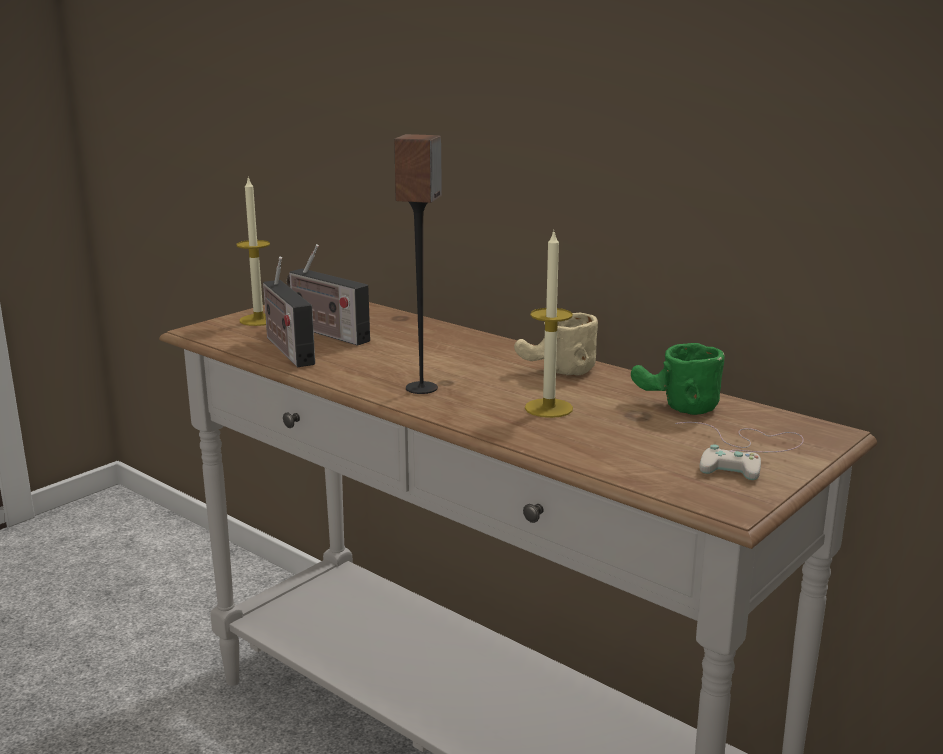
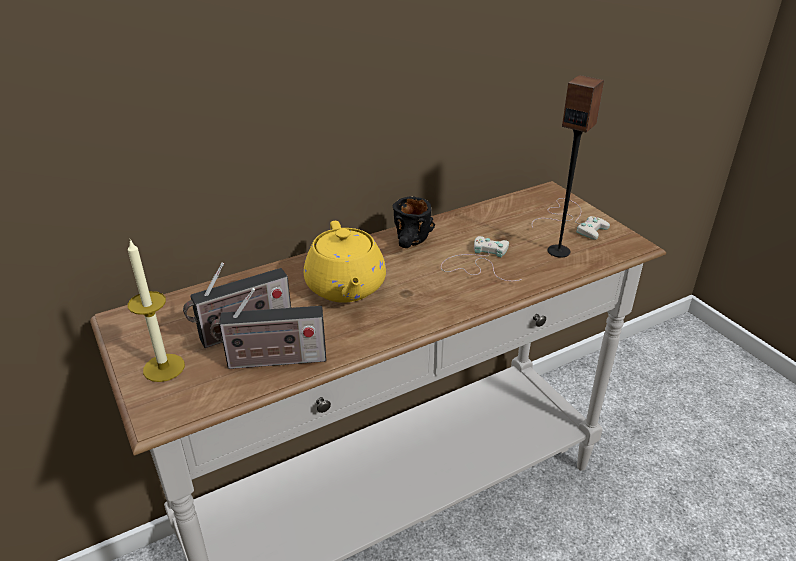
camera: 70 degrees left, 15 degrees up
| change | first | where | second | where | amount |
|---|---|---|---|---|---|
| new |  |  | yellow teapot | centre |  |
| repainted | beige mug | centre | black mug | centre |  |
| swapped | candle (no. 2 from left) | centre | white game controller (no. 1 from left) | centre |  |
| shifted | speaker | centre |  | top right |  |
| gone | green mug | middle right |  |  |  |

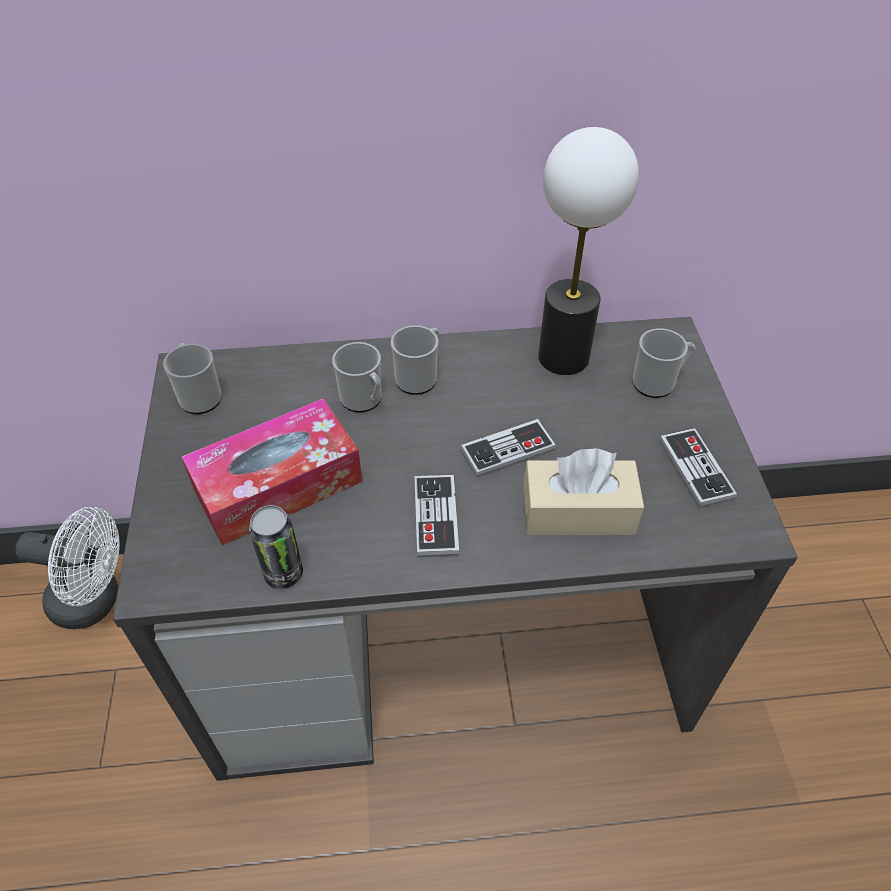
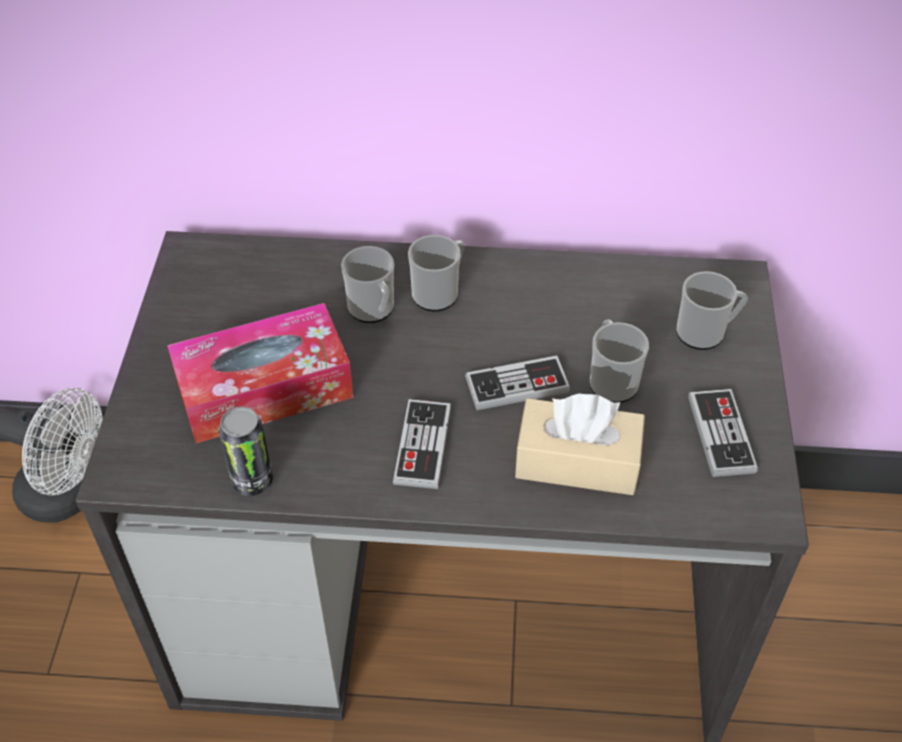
camera: 10 degrees right, 0 degrees up
| change | first | where | second | where | amount |
|---|---|---|---|---|---|
| shifted | mug (no. 1 from left in the first image) | middle left | mug (no. 3 from left) | middle right |  |
| gone | table lamp | top centre |  |  |  |

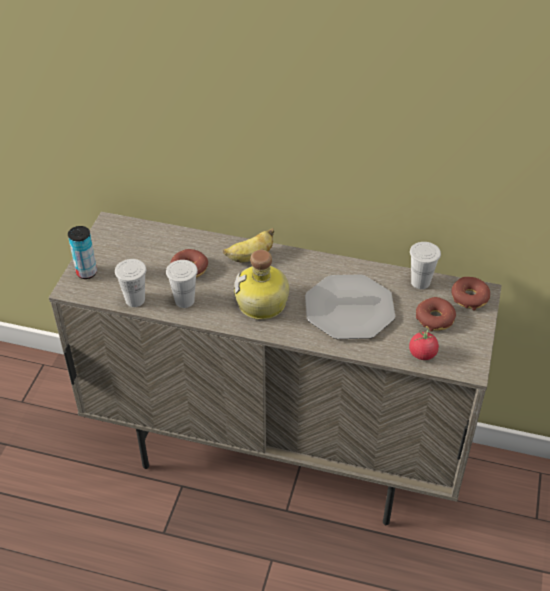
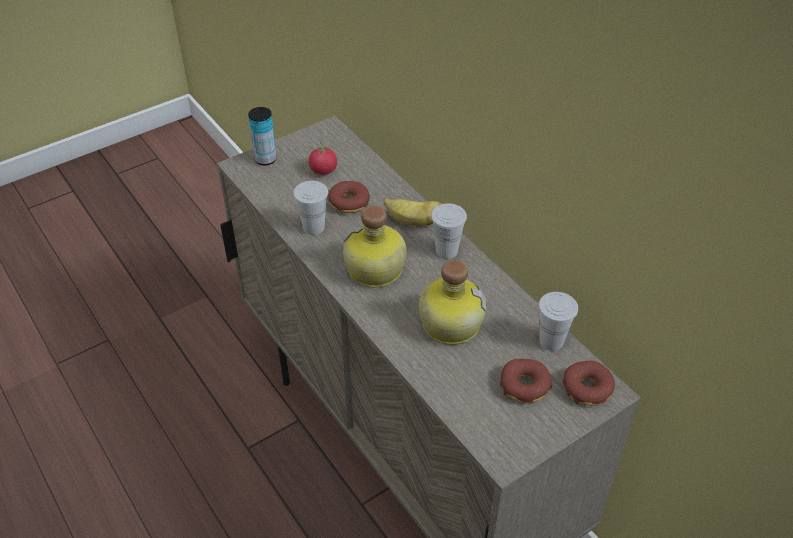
camera: 40 degrees right, 0 degrees up
| change | first | where | second | where | amount |
|---|---|---|---|---|---|
| shifted | tomato | middle right |  | top centre |  |
| swapped | plate | centre | bottle (no. 2 from left) | centre |  |
| shifted | white cup (no. 1 from left in the first image) | middle left | white cup (no. 2 from left) | centre |  |

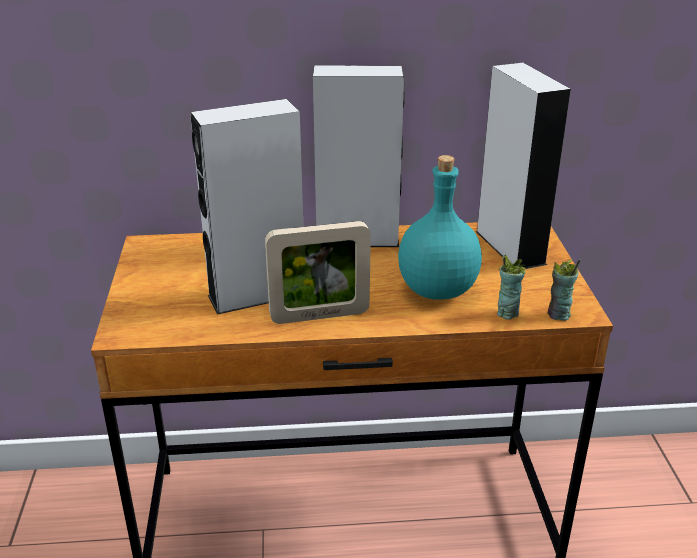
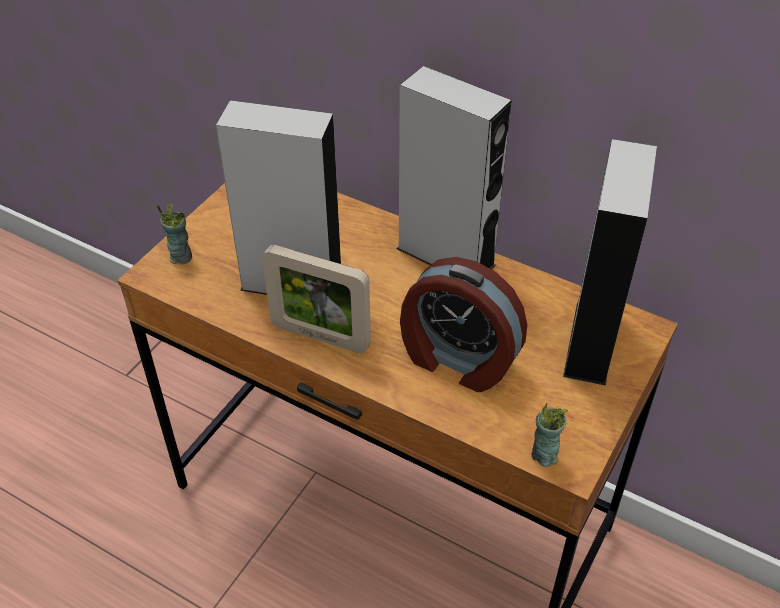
camera: 35 degrees right, 15 degrees up
| change | first | where | second | where | amount |
|---|---|---|---|---|---|
| shifted | cup (no. 1 from left) | middle right |  | middle left |  |
| swapped | turquoise bottle | centre | alarm clock | centre |  |

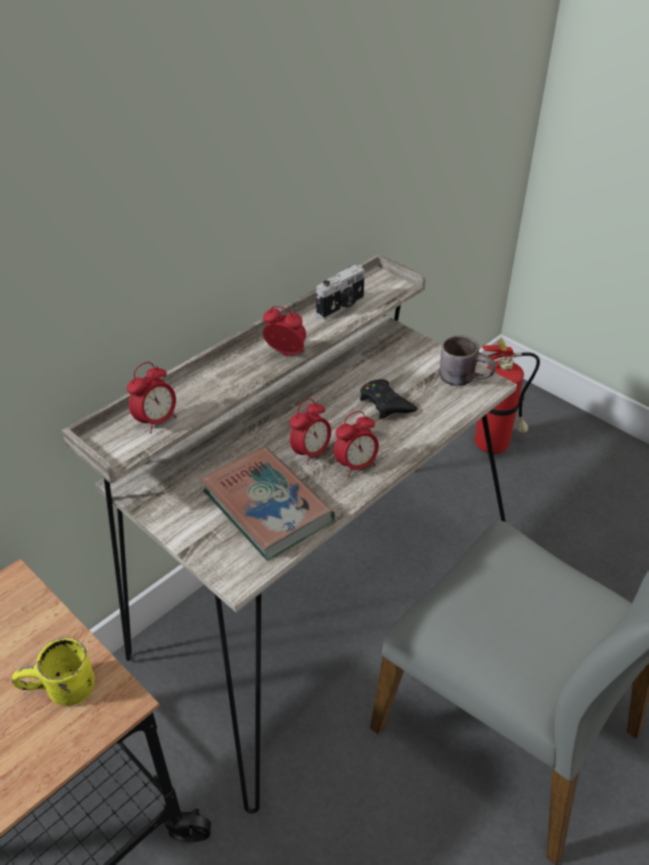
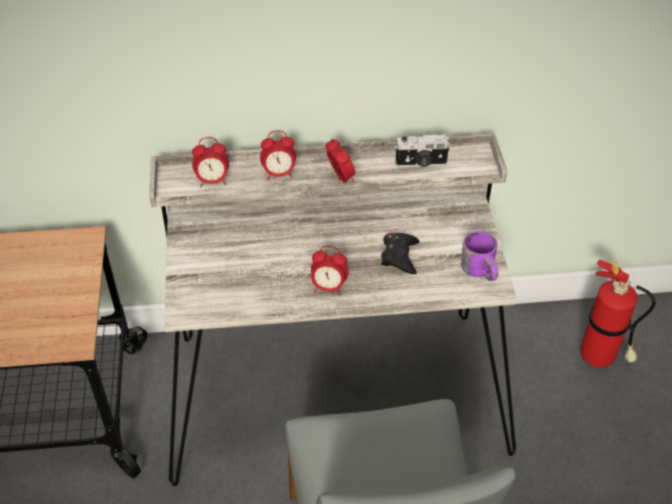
camera: 40 degrees right, 5 degrees up
| change | first | where | second | where | amount |
|---|---|---|---|---|---|
| shifted | alarm clock (no. 3 from left in the first image) | centre | alarm clock (no. 2 from left) | top centre |  |
| repainted | brown mug | middle right | purple mug | middle right |  |
| gone | yellow mug | bottom left |  |  |  |
| gone | book | centre |  |  |  |

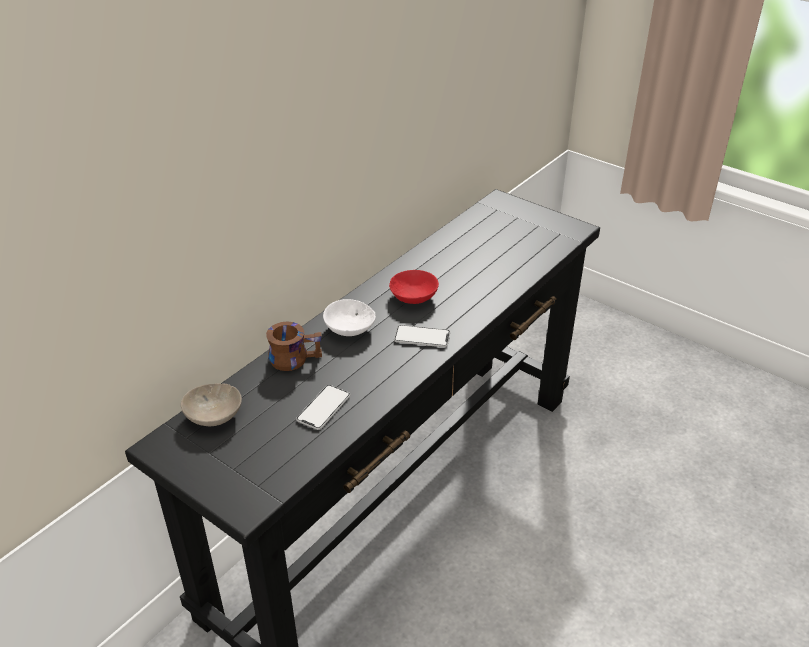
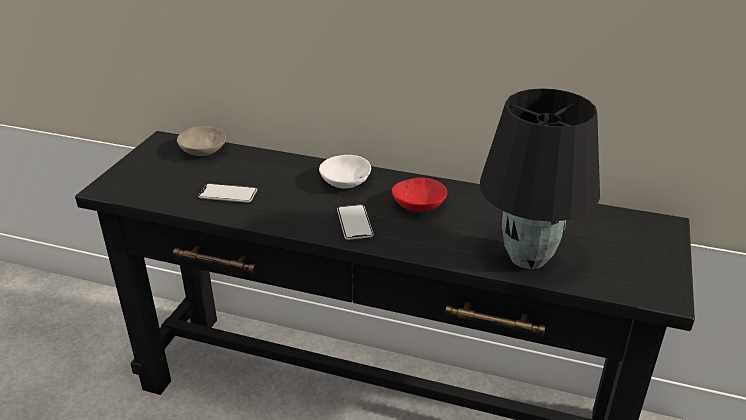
camera: 70 degrees right, 5 degrees down
| change | first | where | second | where | amount |
|---|---|---|---|---|---|
| new |  |  | black table lamp | middle right |  |
| gone | brown mug | centre |  |  |  |

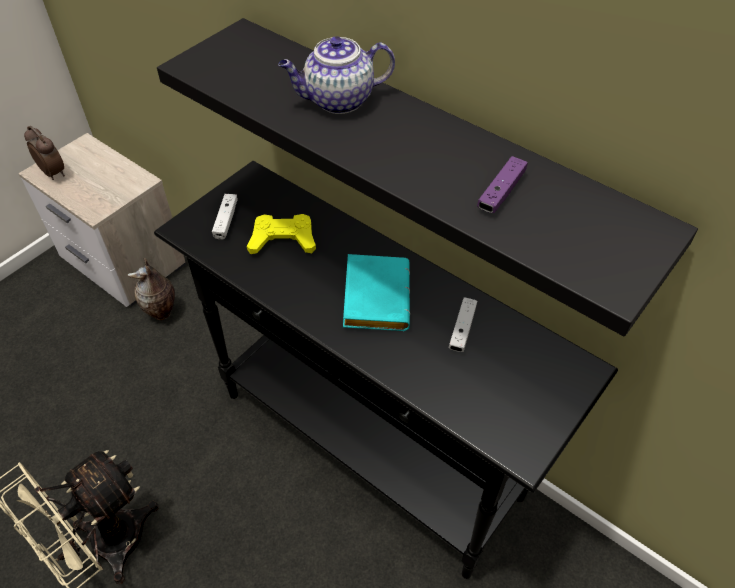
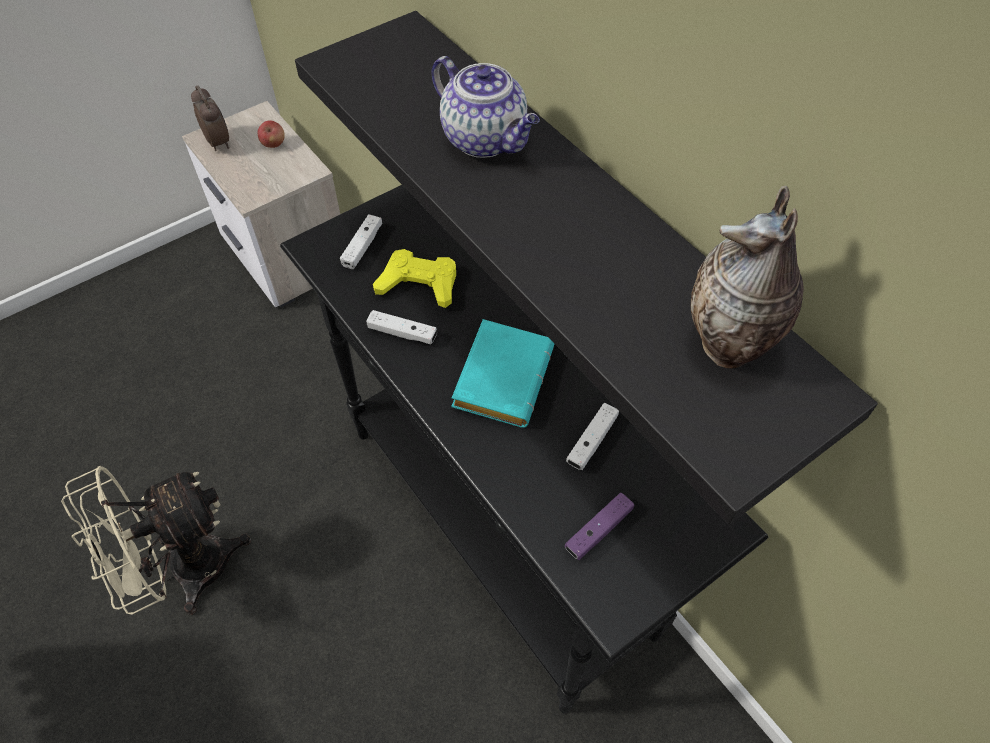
camera: 15 degrees right, 5 degrees up
| change | first | where | second | where | amount |
|---|---|---|---|---|---|
| new |  |  | apple | top left |  |
| new |  |  | white game controller (no. 2 from left) | centre |  |
| rotated | teapot | top centre |  | top centre | 135 degrees counterclockwise |
| shifted | purple game controller | top right |  | bottom centre |  |
| shifted | vase | middle left |  | middle right |  |

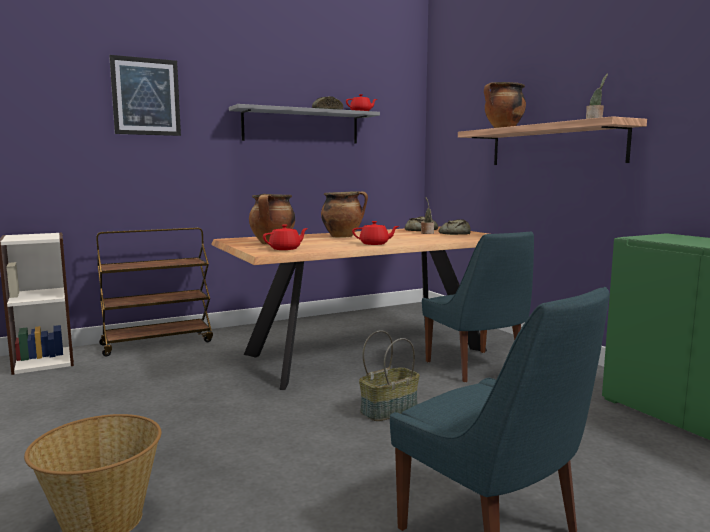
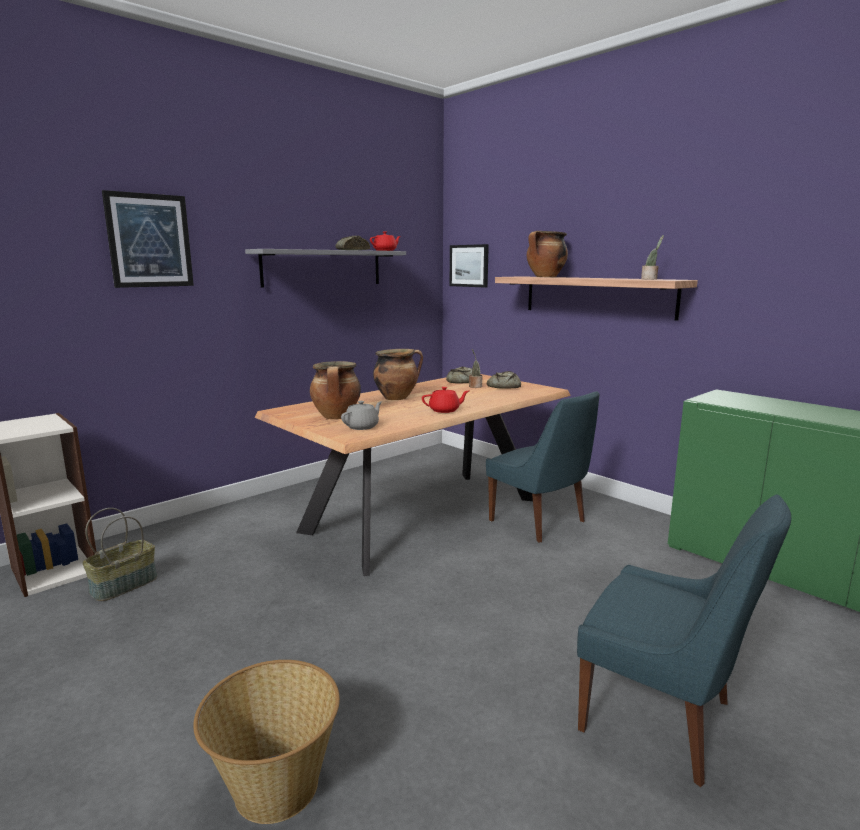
camera: 15 degrees left, 5 degrees up
| change | first | where | second | where | amount |
|---|---|---|---|---|---|
| shifted | basket (no. 2 from left in the first image) | bottom centre | basket (no. 1 from left) | bottom left |  |
| repainted | red teapot (no. 1 from left) | centre | grey teapot | centre |  |
| new |  |  | picture (no. 2 from left) | top centre |  |
| gone | brown cart | middle left |  |  |  |

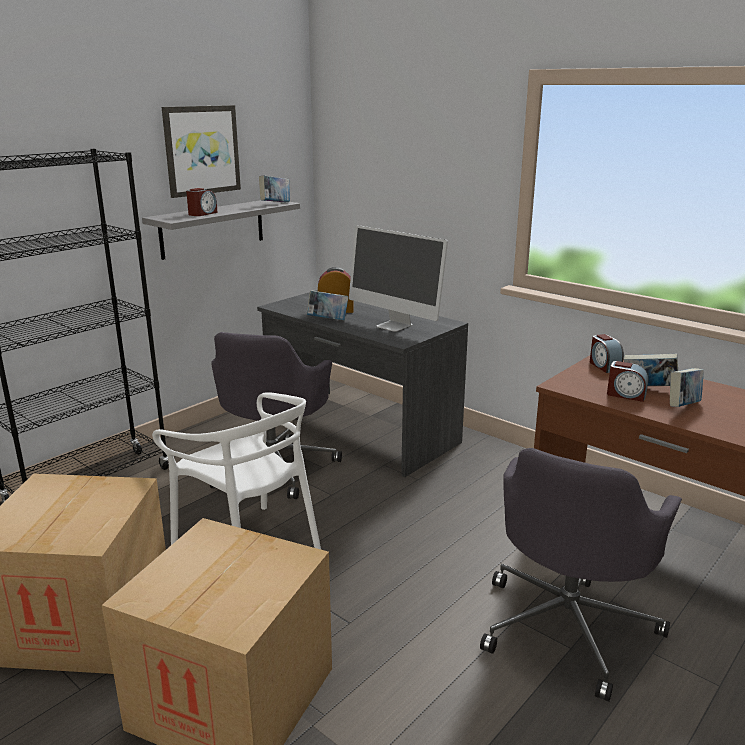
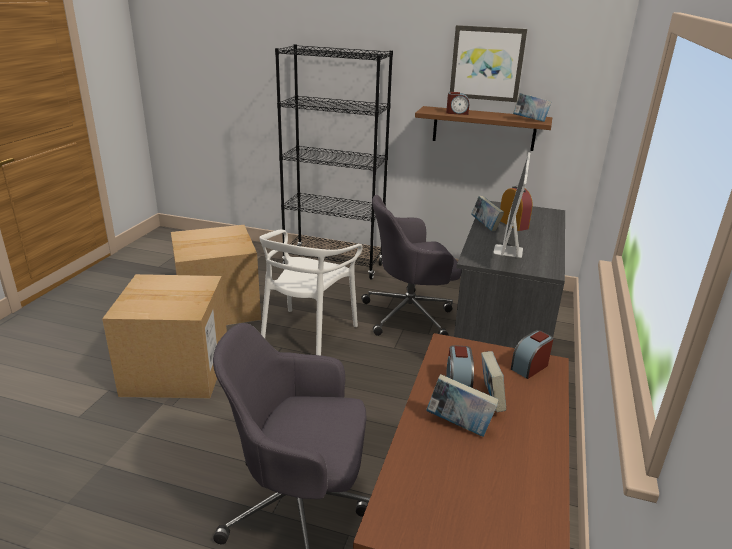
camera: 65 degrees right, 5 degrees up
| change | first | where | second | where | amount |
|---|---|---|---|---|---|
| repainted | grey shelf | top left | brown shelf | top centre |  |

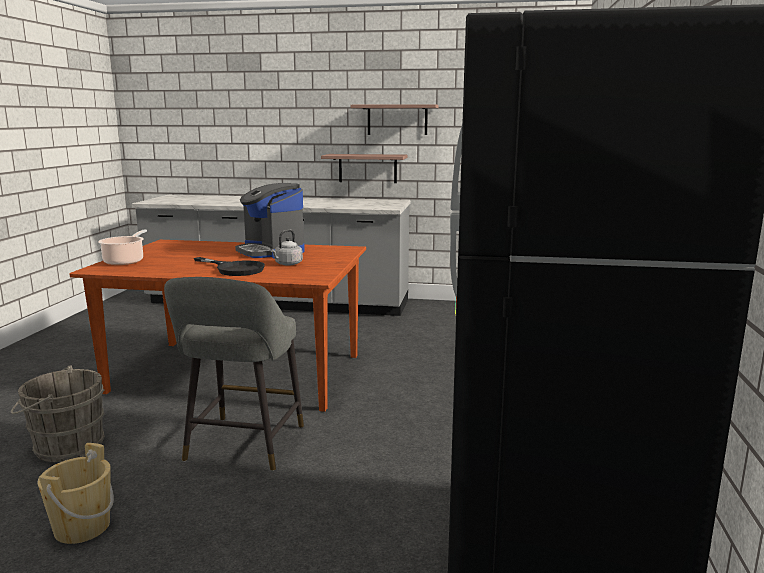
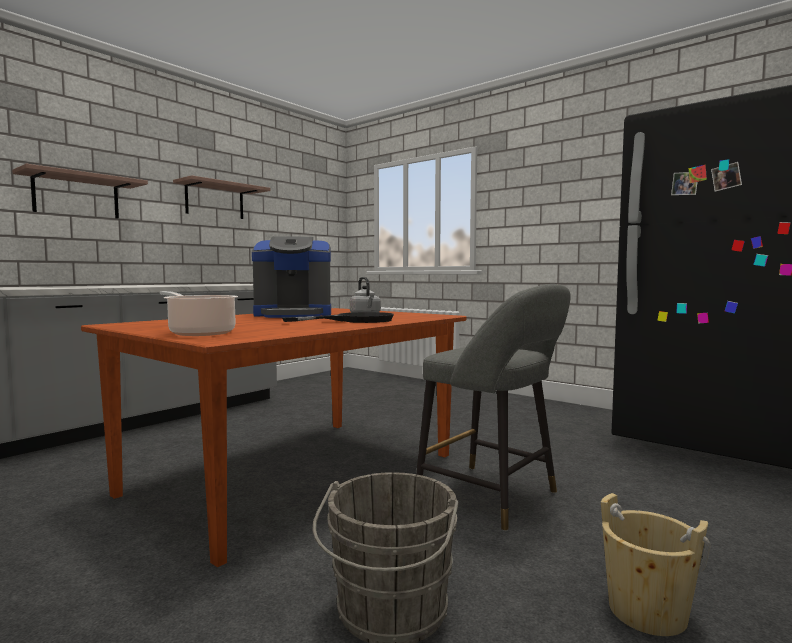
camera: 60 degrees left, 10 degrees down
| change | first | where | second | where | amount |
|---|---|---|---|---|---|
| shifted | shelf (no. 1 from left) | top centre |  | top left |  |

